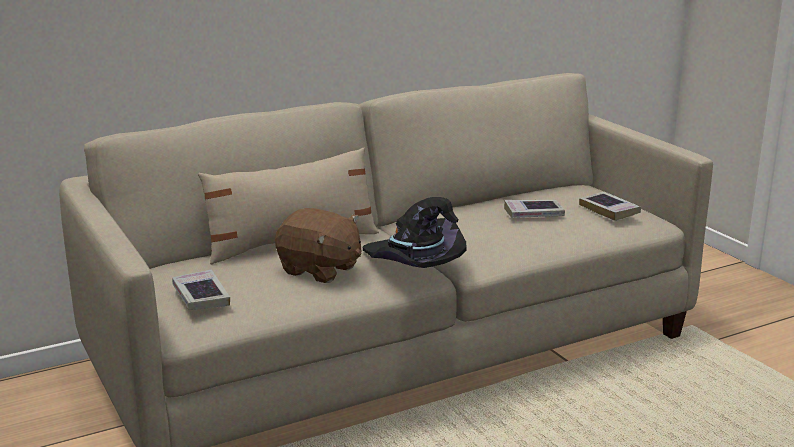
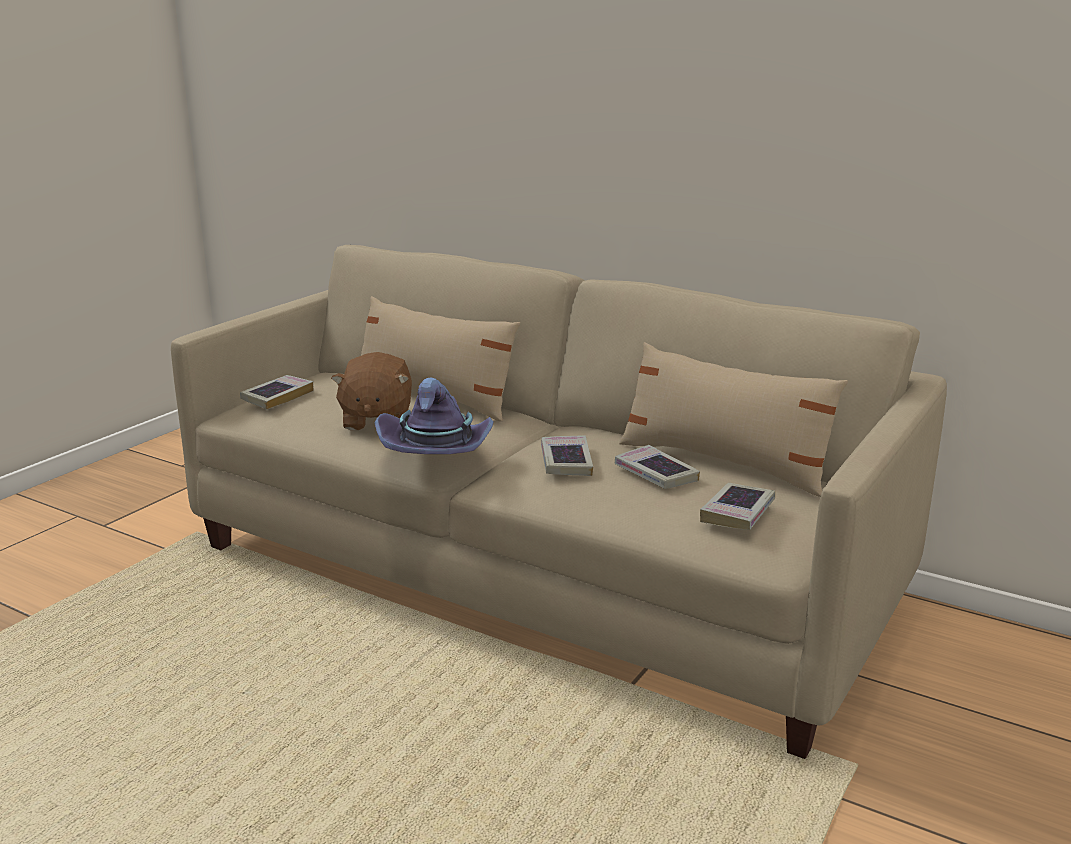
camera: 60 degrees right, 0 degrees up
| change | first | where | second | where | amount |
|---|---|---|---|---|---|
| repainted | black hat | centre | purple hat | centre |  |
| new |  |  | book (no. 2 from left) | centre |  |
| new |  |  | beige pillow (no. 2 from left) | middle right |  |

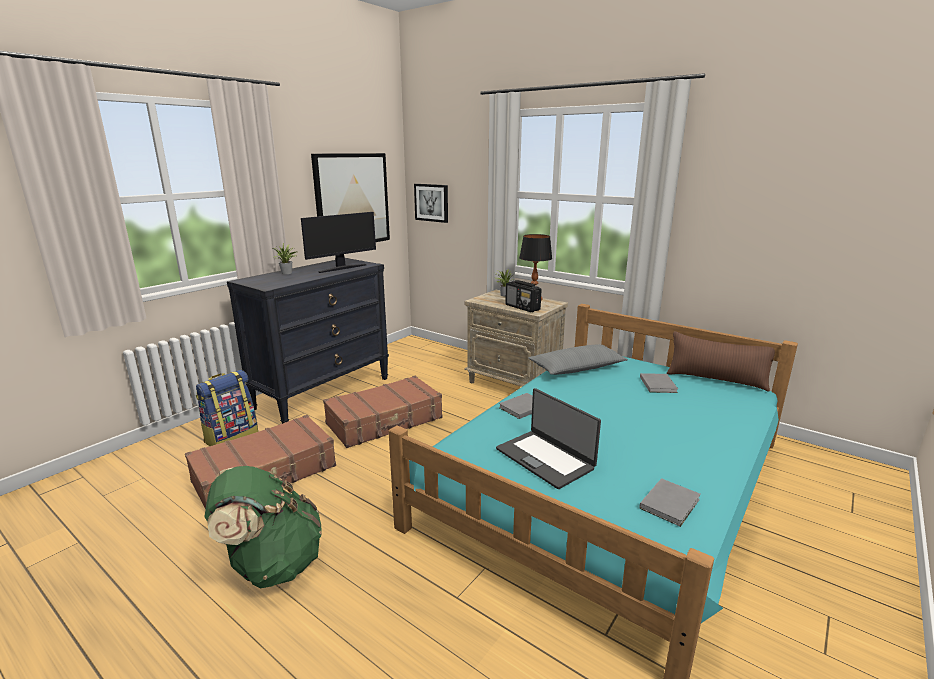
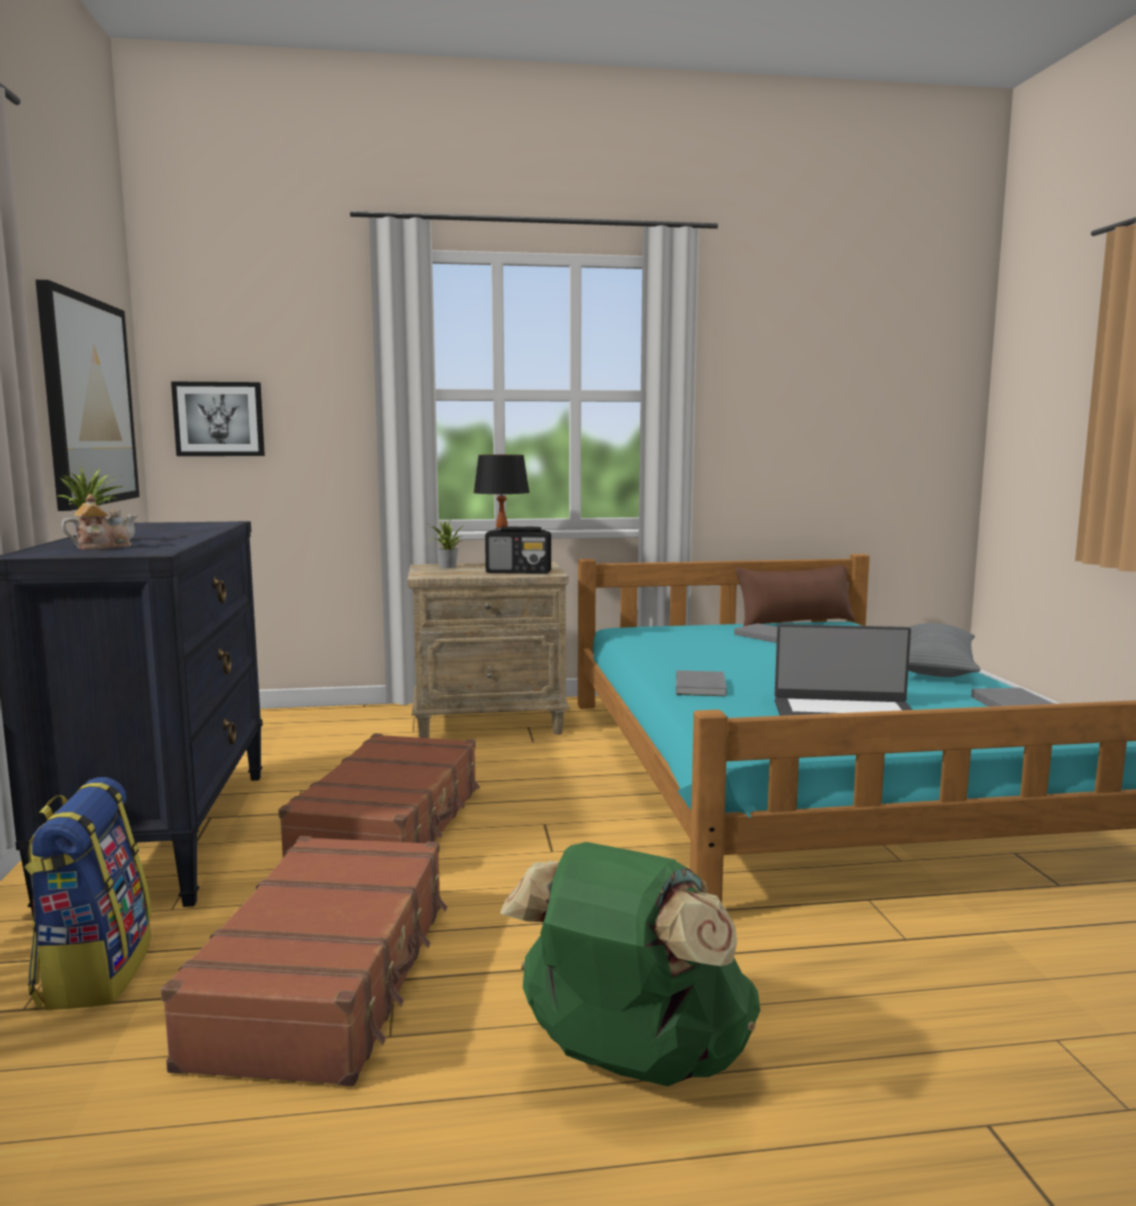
camera: 45 degrees left, 10 degrees down
| change | first | where | second | where | amount |
|---|---|---|---|---|---|
| new |  |  | teapot | middle left |  |
| shifted | grey pillow | centre |  | middle right |  |
| gone | monitor | centre |  |  |  |

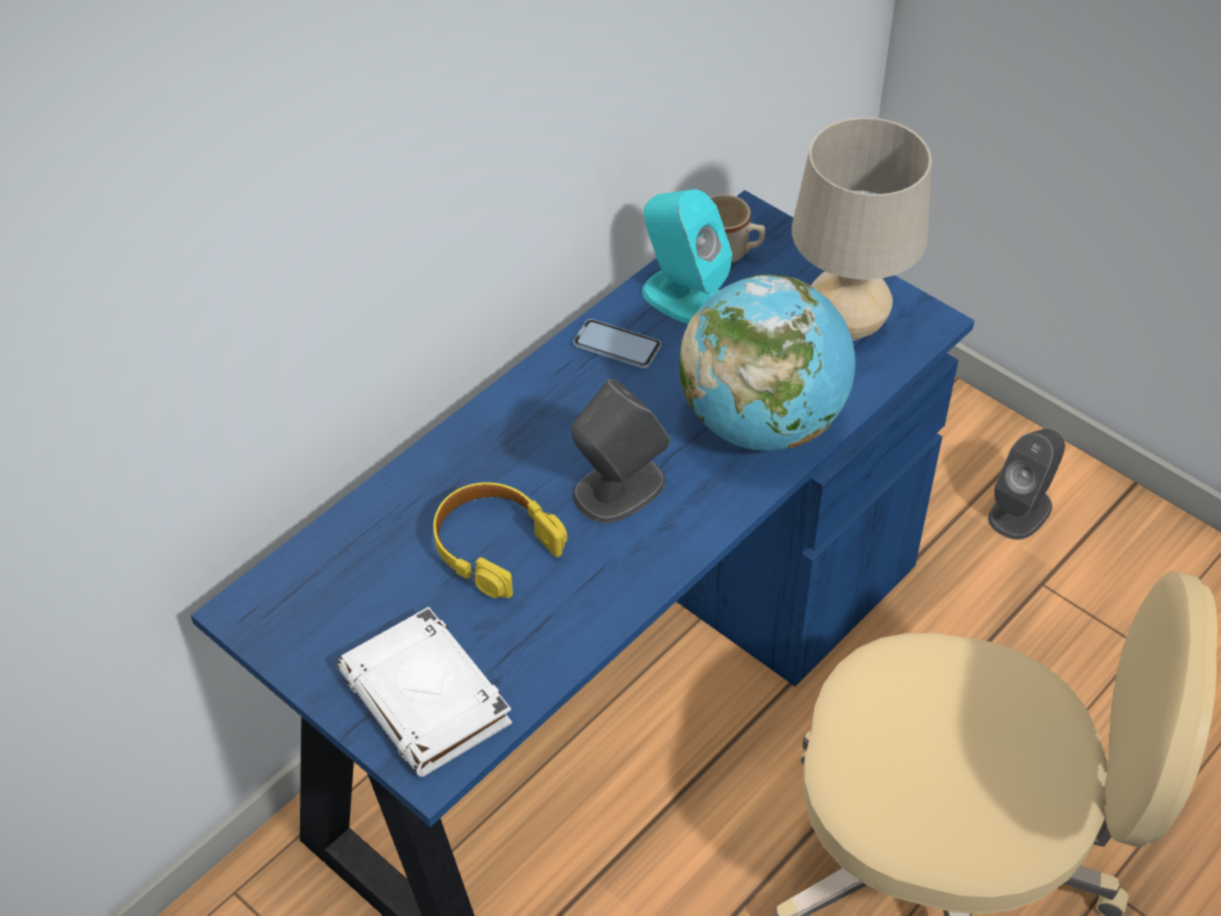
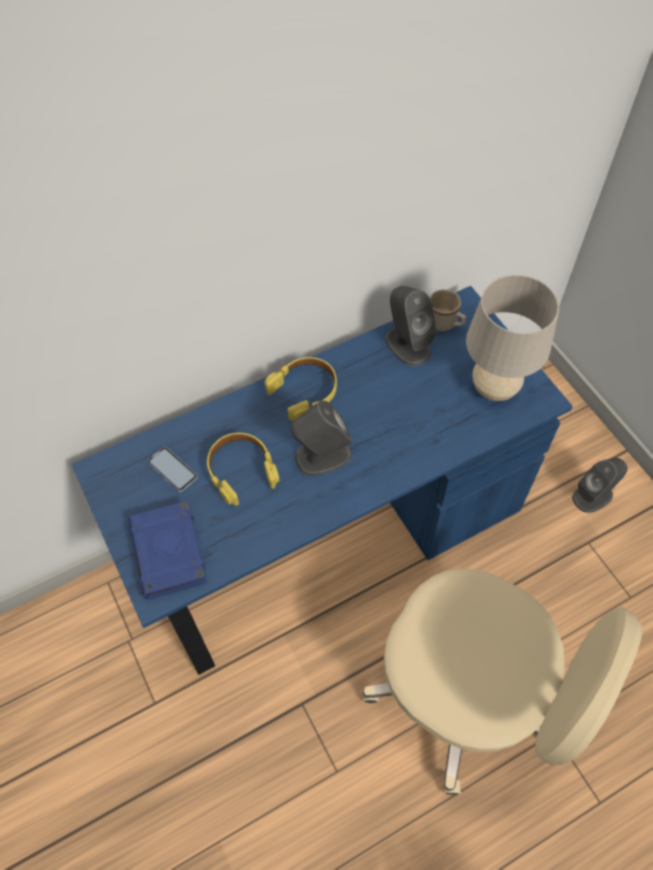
camera: 20 degrees right, 10 degrees up
| change | first | where | second | where | amount |
|---|---|---|---|---|---|
| repainted | white book | bottom centre | blue book | middle left |  |
| shifted | phone | centre |  | middle left |  |
| new |  |  | yellow headphones (no. 2 from left) | centre |  |
| repainted | turquoise speaker | top centre | grey speaker (no. 2 from left) | centre |  |
| gone | globe | centre |  |  |  |

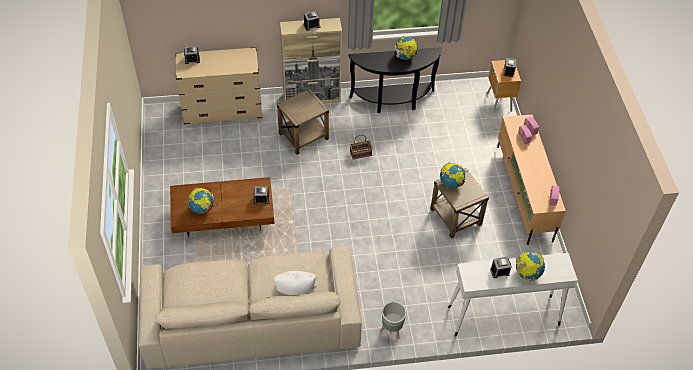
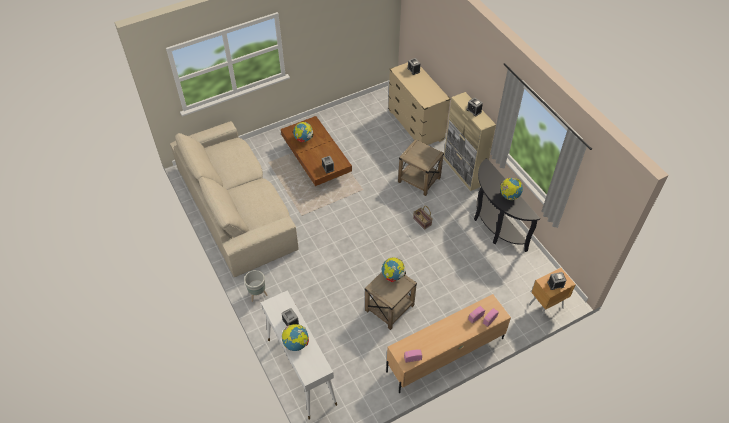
camera: 70 degrees right, 0 degrees up
| change | first | where | second | where | amount |
|---|---|---|---|---|---|
| gone | white pillow | bottom centre |  |  |  |

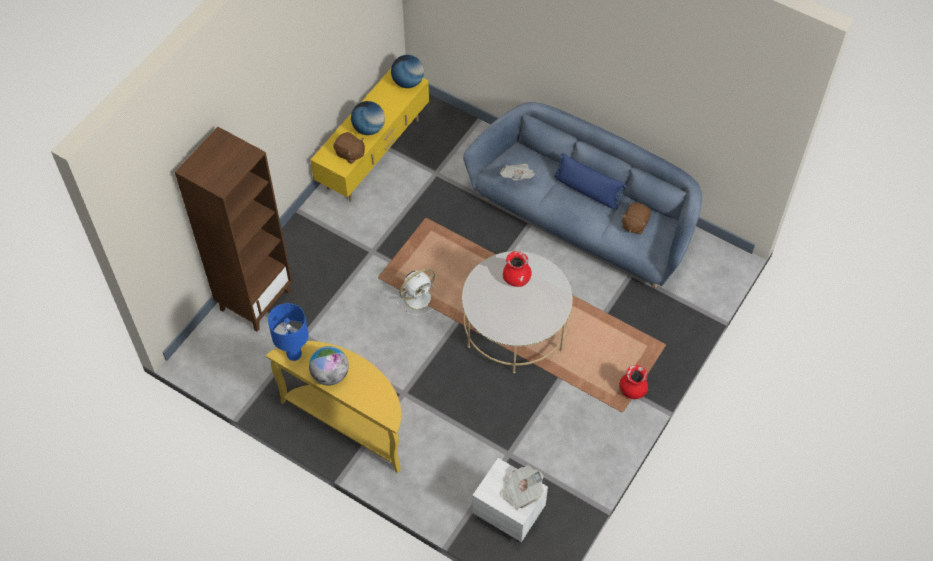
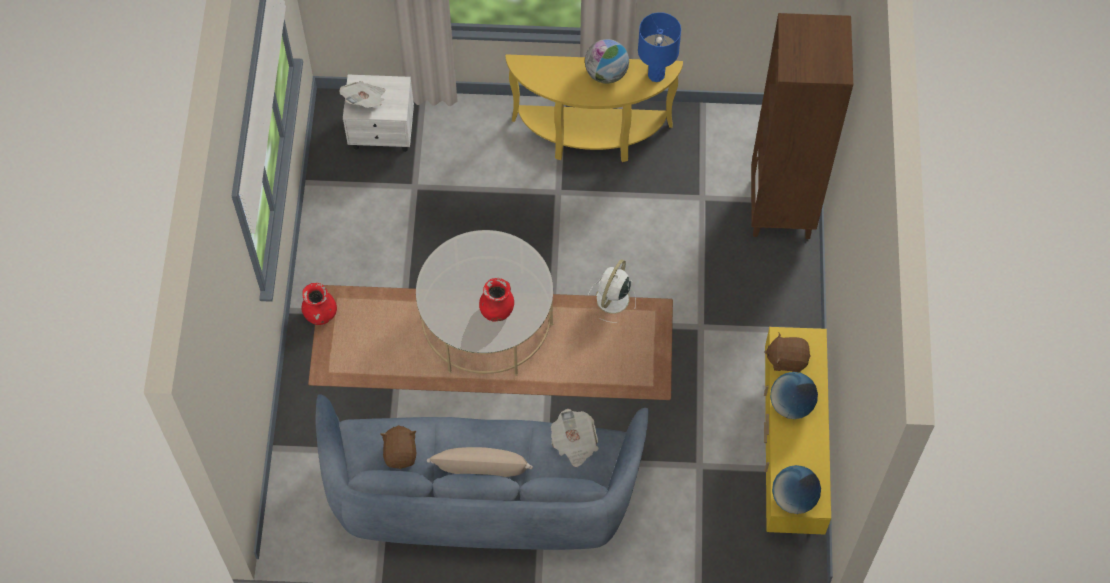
camera: 150 degrees right, 5 degrees up
| change | first | where | second | where | amount |
|---|---|---|---|---|---|
| repainted | blue pillow | top centre | beige pillow | bottom centre |  |

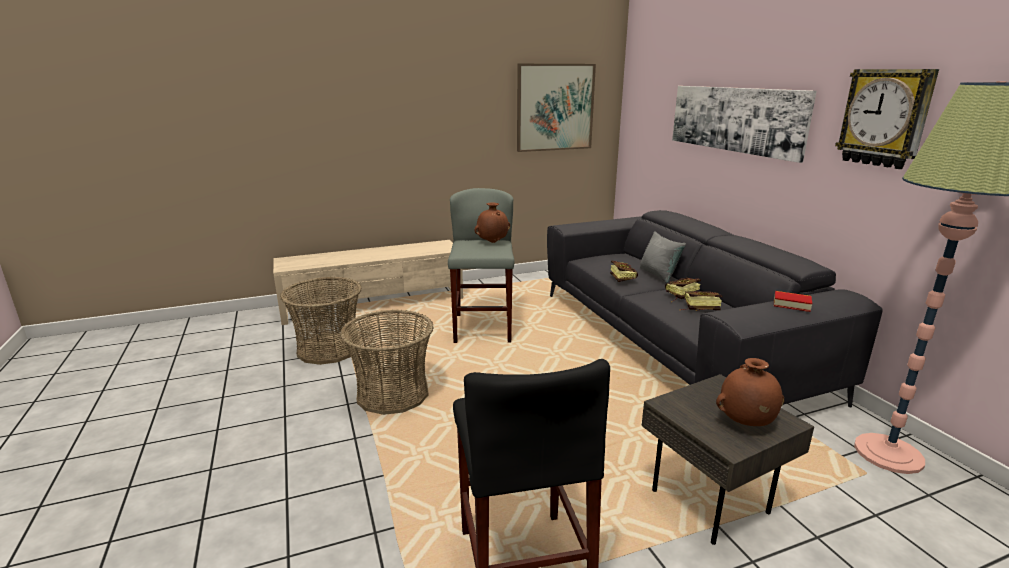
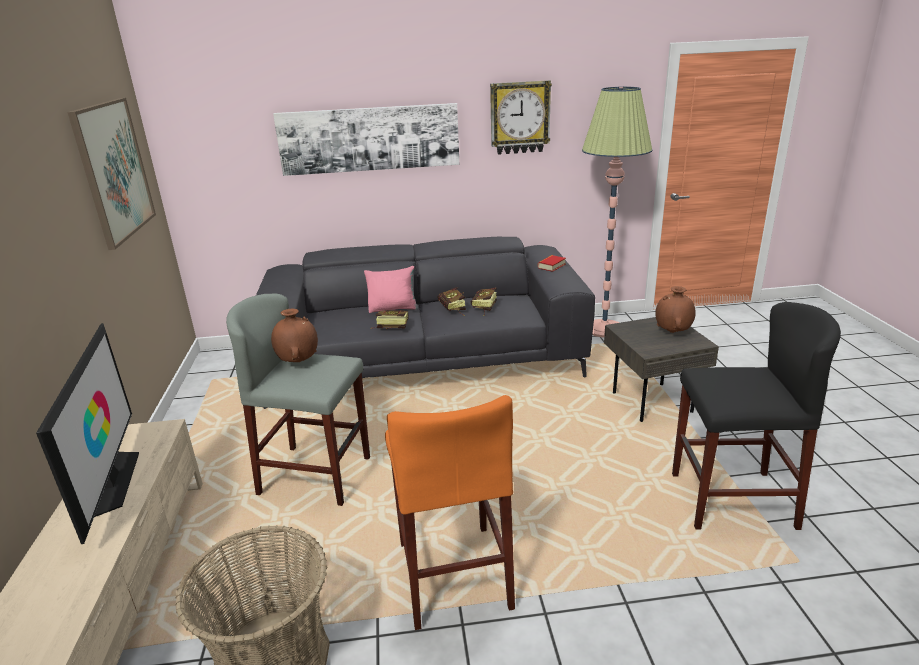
camera: 75 degrees left, 5 degrees up
| change | first | where | second | where | amount |
|---|---|---|---|---|---|
| new |  |  | television | middle left |  |
| repainted | grey pillow | centre | pink pillow | centre |  |
| swapped | basket (no. 2 from left) | centre | orange stool | bottom centre |  |

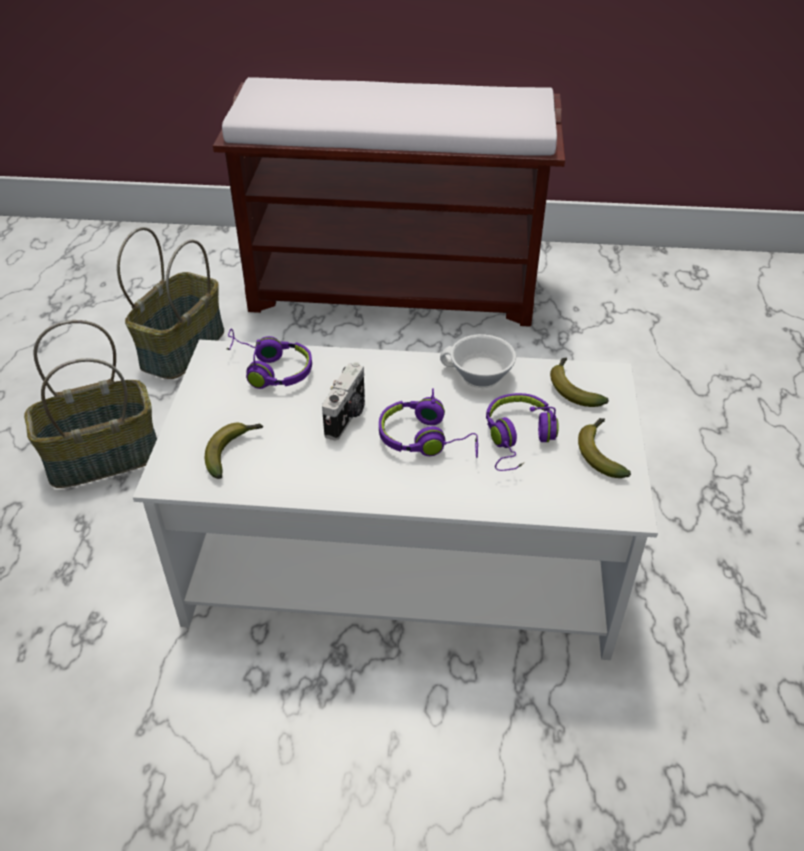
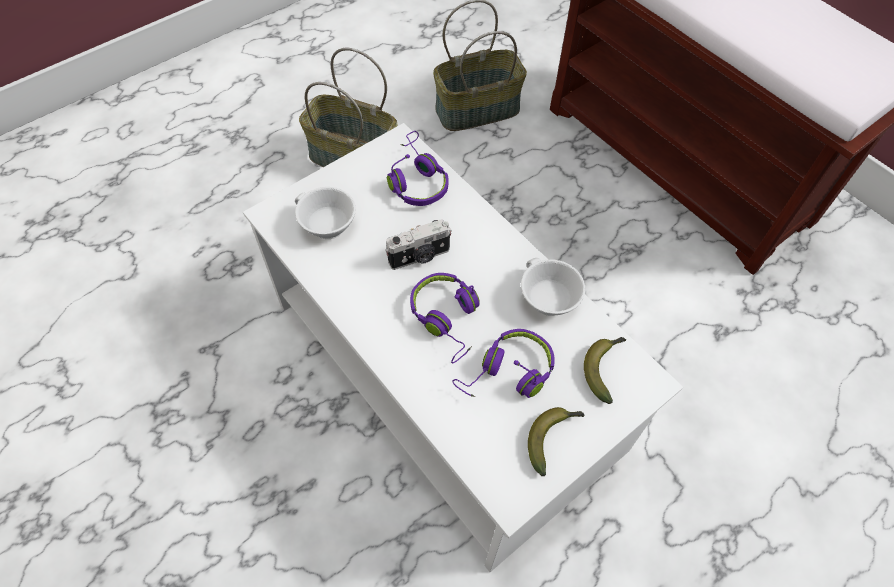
camera: 45 degrees right, 15 degrees up
| change | first | where | second | where | amount |
|---|---|---|---|---|---|
| swapped | banana (no. 1 from left) | middle left | white cup (no. 1 from left) | centre |  |

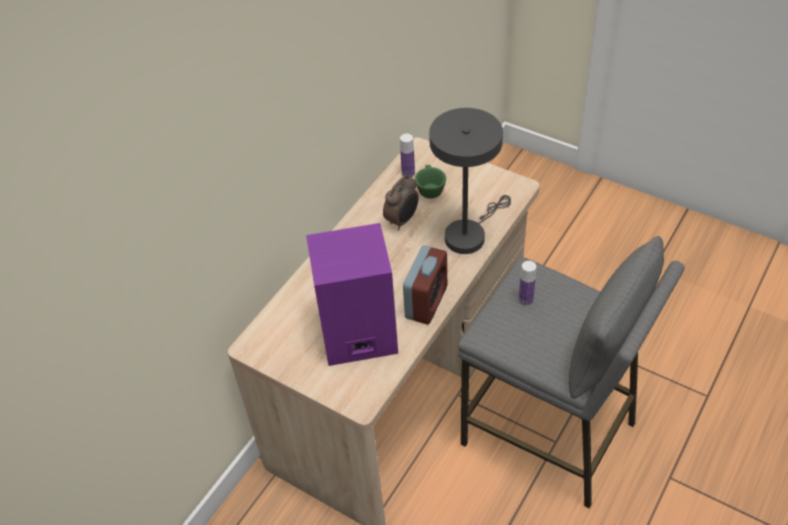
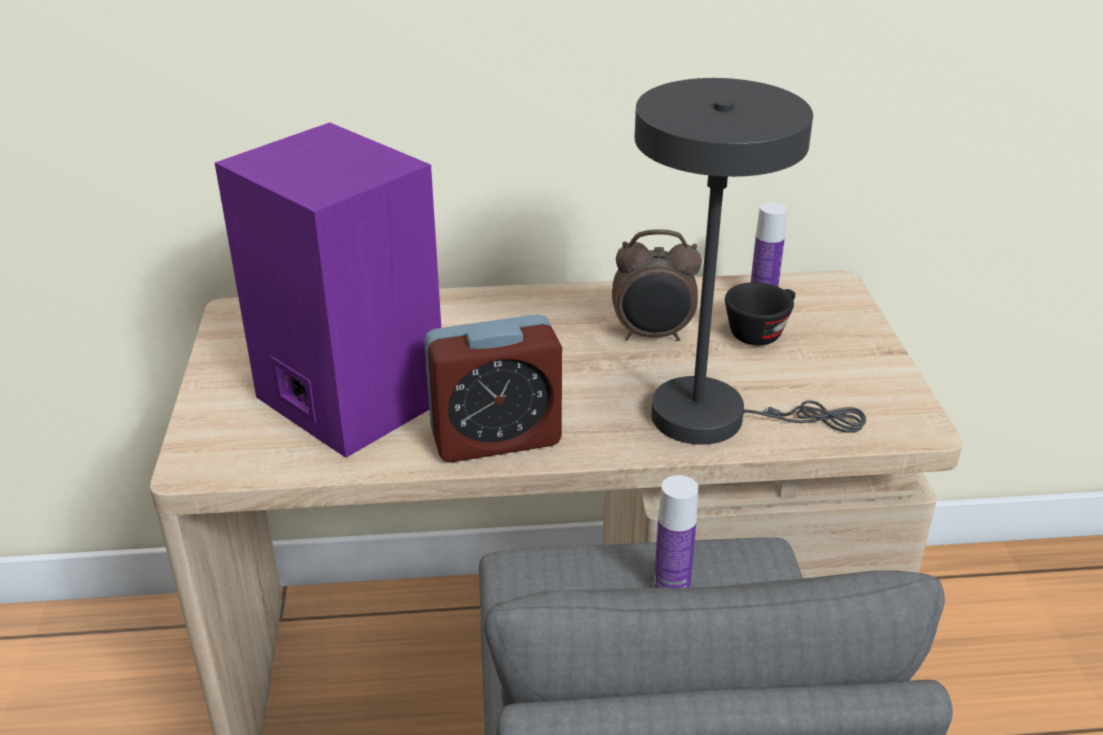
camera: 50 degrees right, 15 degrees down
| change | first | where | second | where | amount |
|---|---|---|---|---|---|
| repainted | green cup | centre | black cup | middle right |  |

